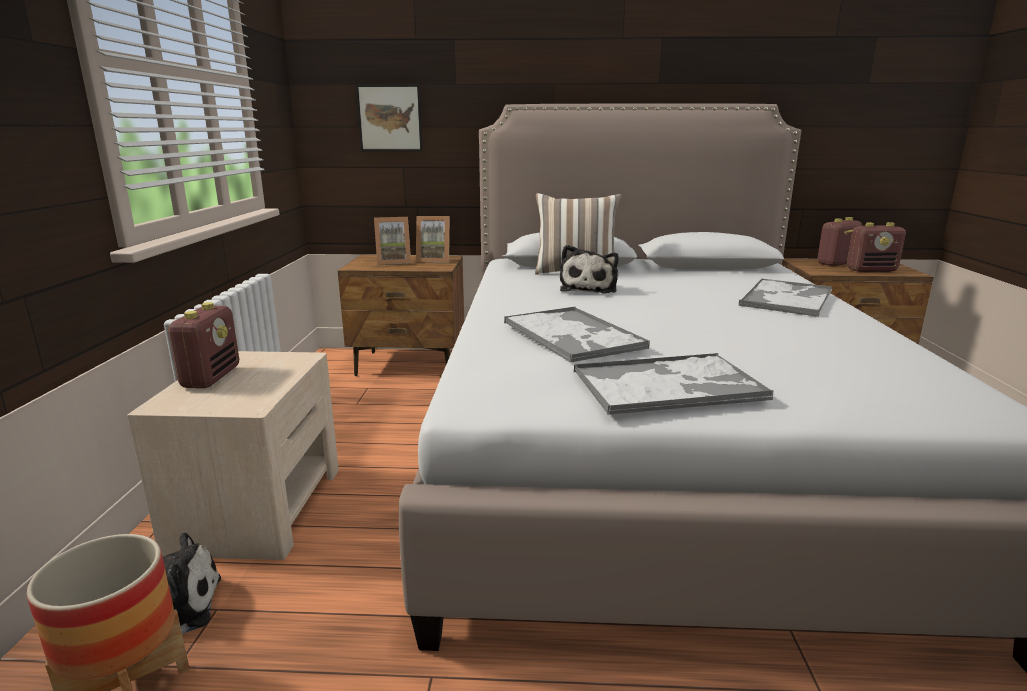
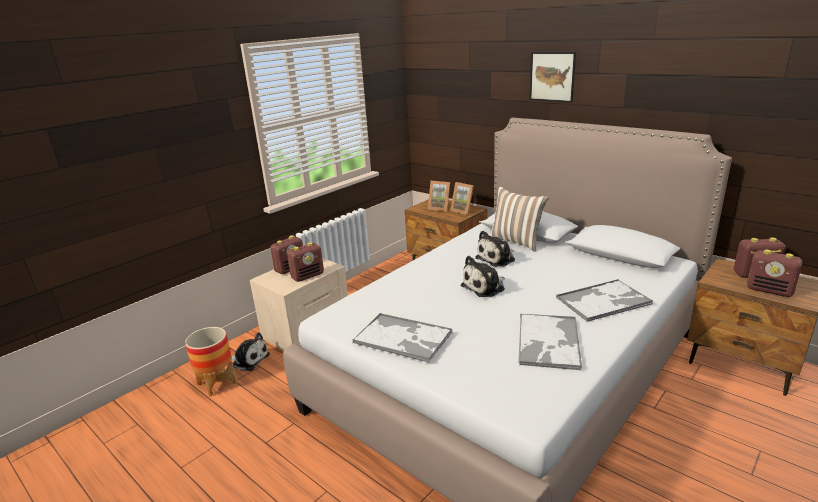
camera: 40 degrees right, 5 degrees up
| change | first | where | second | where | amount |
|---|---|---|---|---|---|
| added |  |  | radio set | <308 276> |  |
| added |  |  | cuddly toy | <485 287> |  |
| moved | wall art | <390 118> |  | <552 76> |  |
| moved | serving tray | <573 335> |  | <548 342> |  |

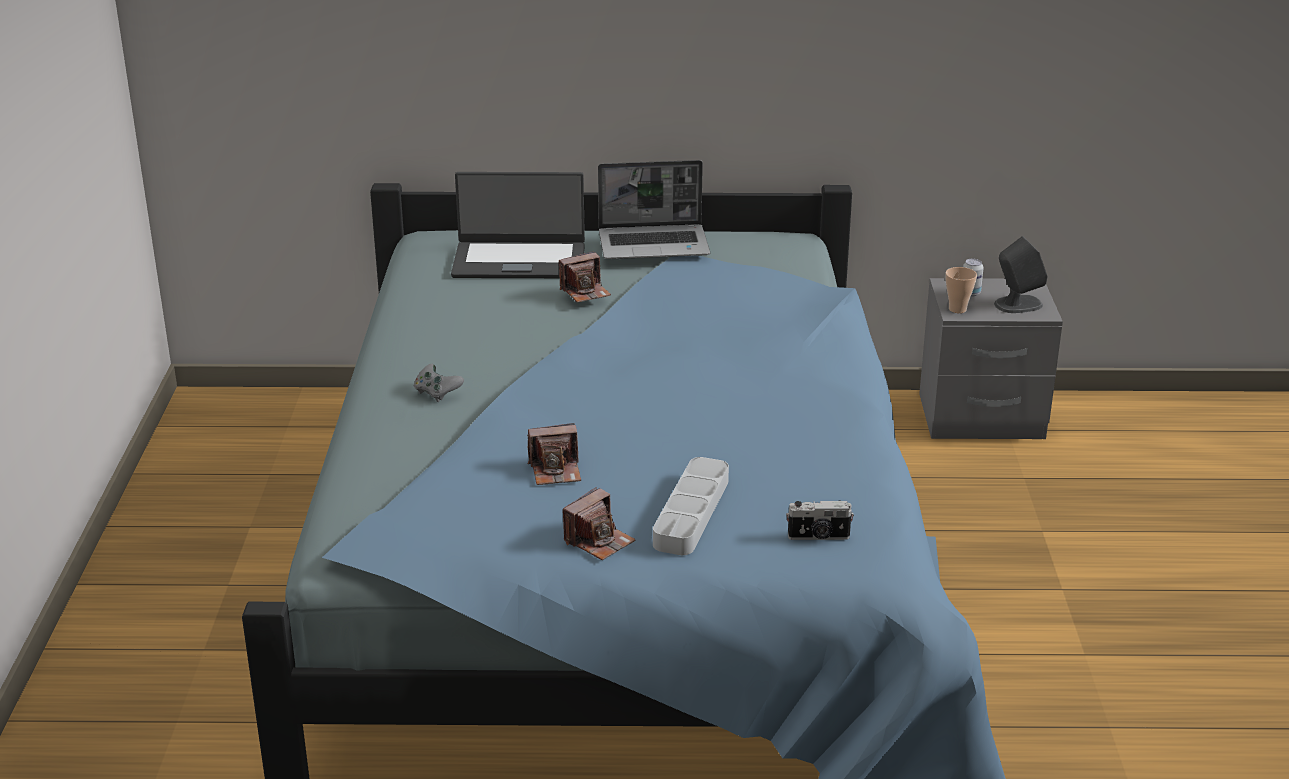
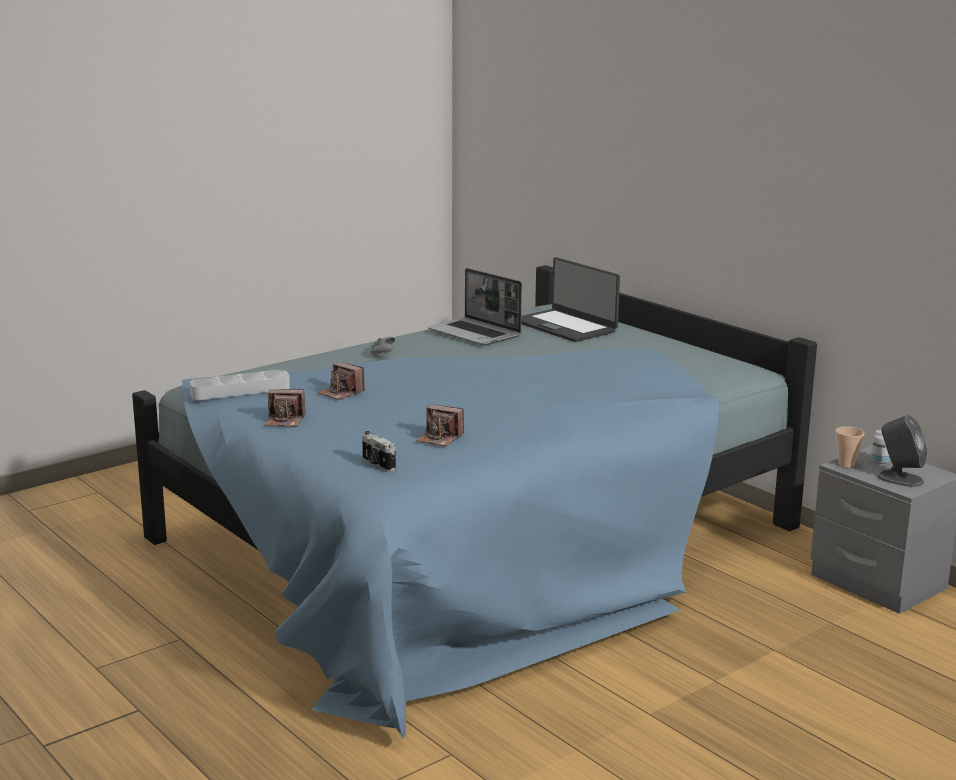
camera: 50 degrees right, 10 degrees down
| change | first | where | second | where | amount |
|---|---|---|---|---|---|
| moved | still camera | <585 292> |  | <440 439> |  |
| moved | notebook computer | <655 244> |  | <476 333> |  |
| moved | serving tray/gray | <691 512> |  | <240 390> |  |

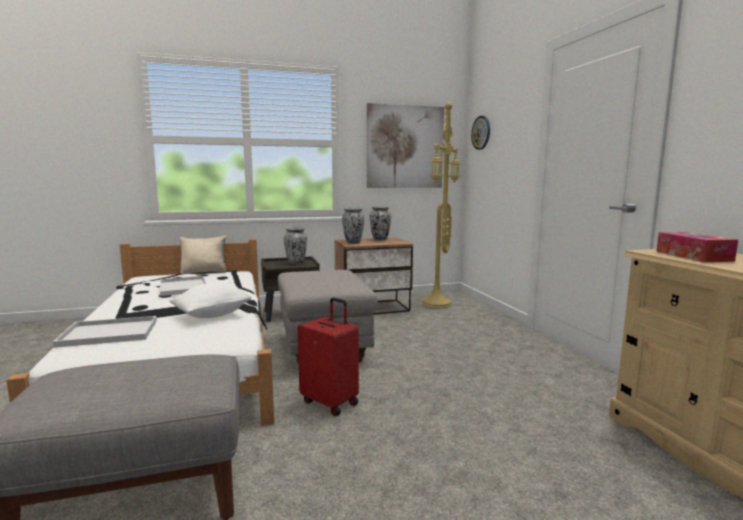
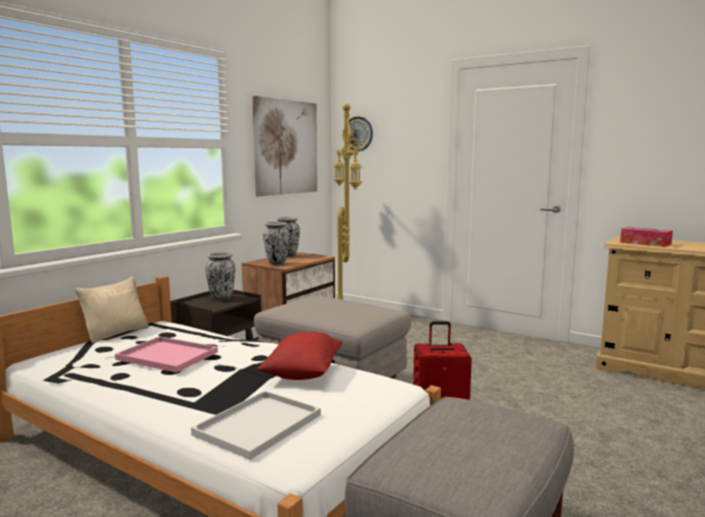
camera: 40 degrees left, 0 degrees up
| change | first | where | second | where | amount |
|---|---|---|---|---|---|
| recoloured | serving tray/white | <184 287> | serving tray/pinkish | <169 355> |  |
| recoloured | pillow/white | <212 315> | pillow/reddish | <302 374> |  |

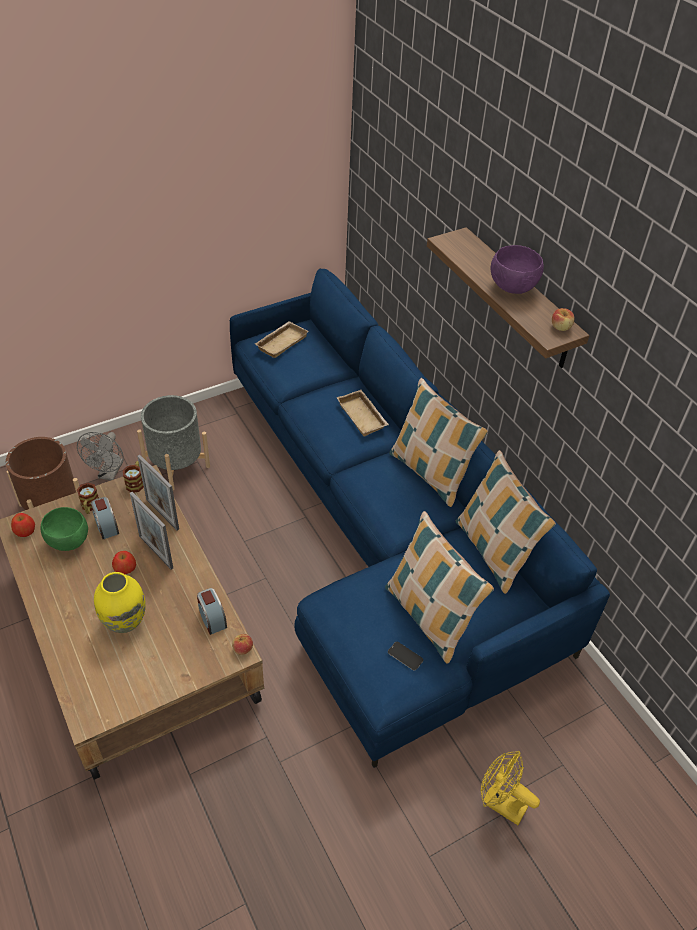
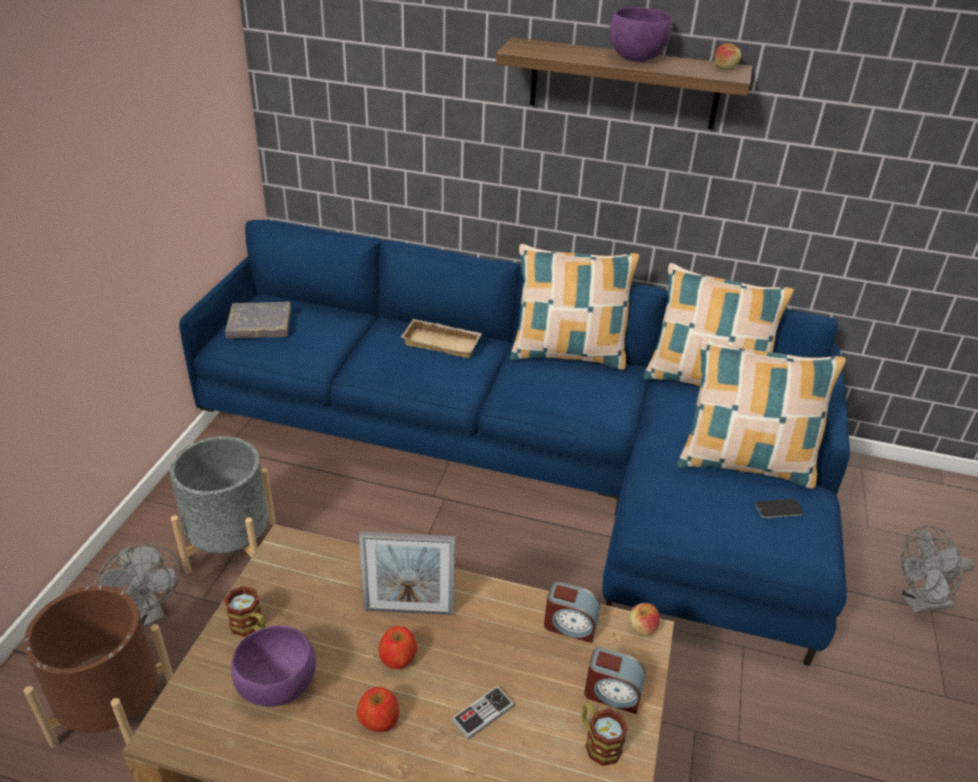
camera: 45 degrees left, 10 degrees down
| change | first | where | second | where | amount |
|---|---|---|---|---|---|
| removed | picture frame | <162 514> |  |  |  |
| moved | apple | <25 530> |  | <379 719> |  |
| moved | table clock | <106 526> |  | <612 693> |  |
| moved | coffee mug | <136 482> |  | <598 742> |  |
| replaced | decorative vase/yellow | <124 621> | gamepad | <483 713> |  |
| replaced | serving tray/sand-coloured | <281 342> | book/gray | <259 324> |  |
| recoloured | deep dish/greenish | <68 542> | deep dish/purple | <279 688> |  |
| recoloured | cooling fan/yellow | <500 803> | cooling fan/gray | <918 603> |  |

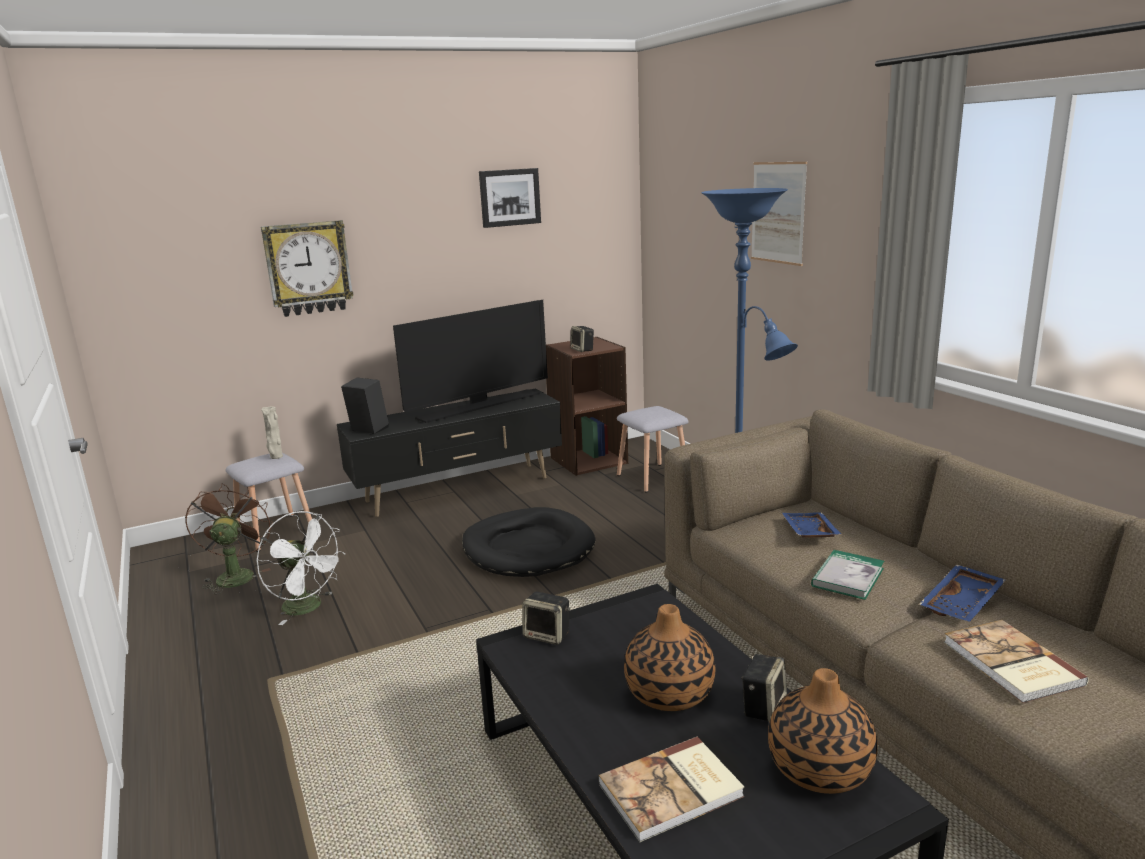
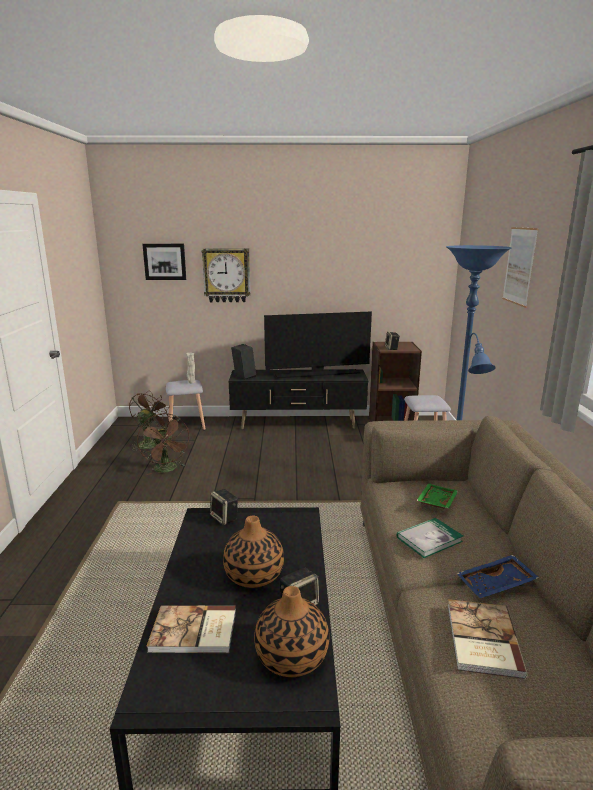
camera: 25 degrees right, 0 degrees up
| change | first | where | second | where | amount |
|---|---|---|---|---|---|
| removed | pet bed/black-coloured | <528 548> |  |  |  |
| moved | wall art | <509 197> |  | <165 261> |  |
| recoloured | cooling fan/white | <308 608> | cooling fan/brown-coloured | <167 470> |  |
| recoloured | serving tray/blue | <808 533> | serving tray/greenish | <436 502> |  |

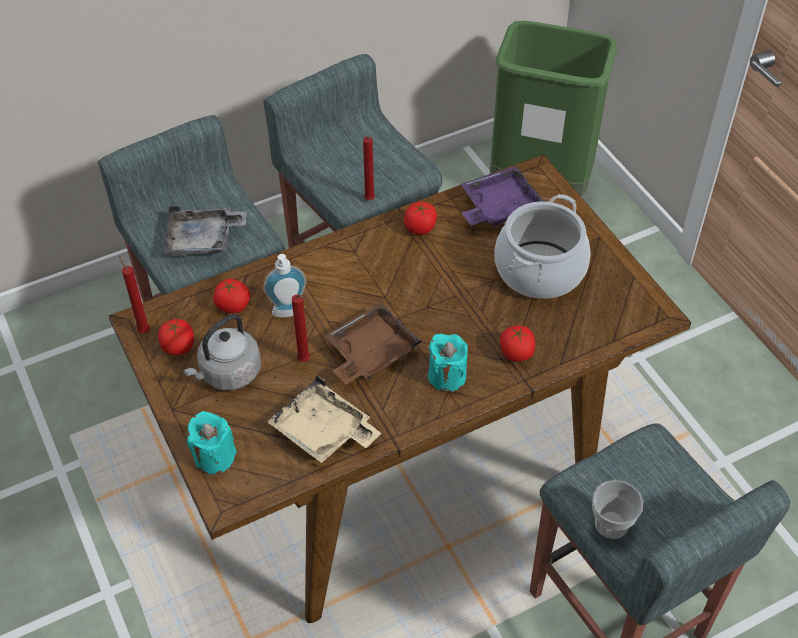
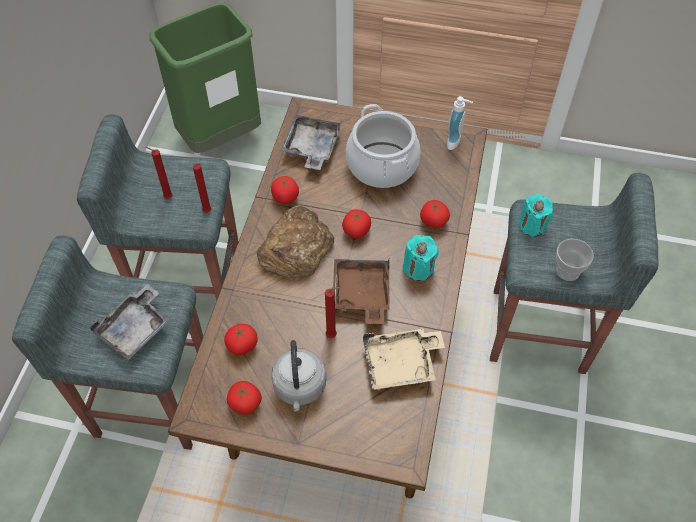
camera: 50 degrees left, 5 degrees up
| change | first | where | second | where | amount |
|---|---|---|---|---|---|
| added |  |  | bread | <296 248> |  |
| added |  |  | fresh tomato | <356 231> |  |
| moved | wax candle/reddish | <143 330> |  | <167 197> |  |
| moved | wax candle/turquoise-coloured | <214 457> |  | <532 225> |  |
| moved | liquid soap bottle | <289 313> |  | <456 142> |  |
| recoloured | serving tray/purple | <498 207> | serving tray/gray | <311 148> |  |

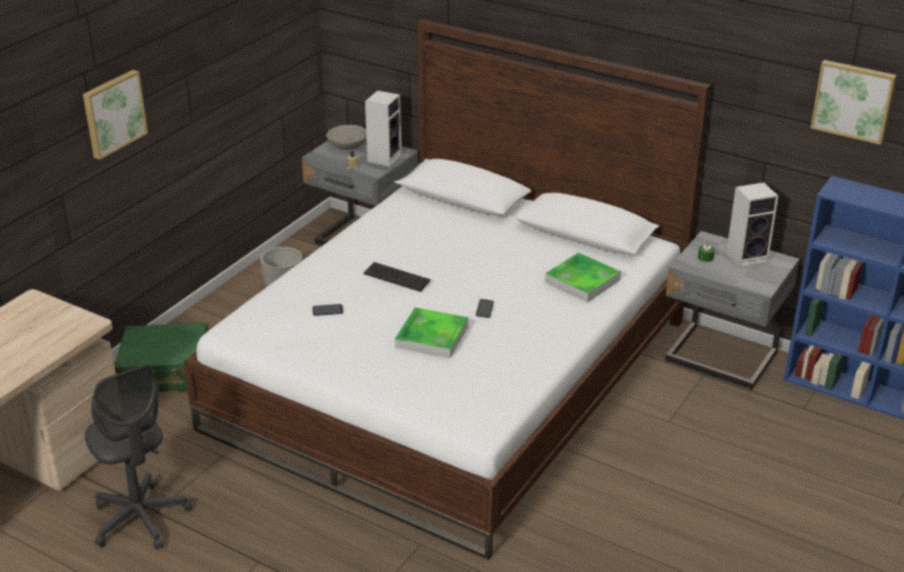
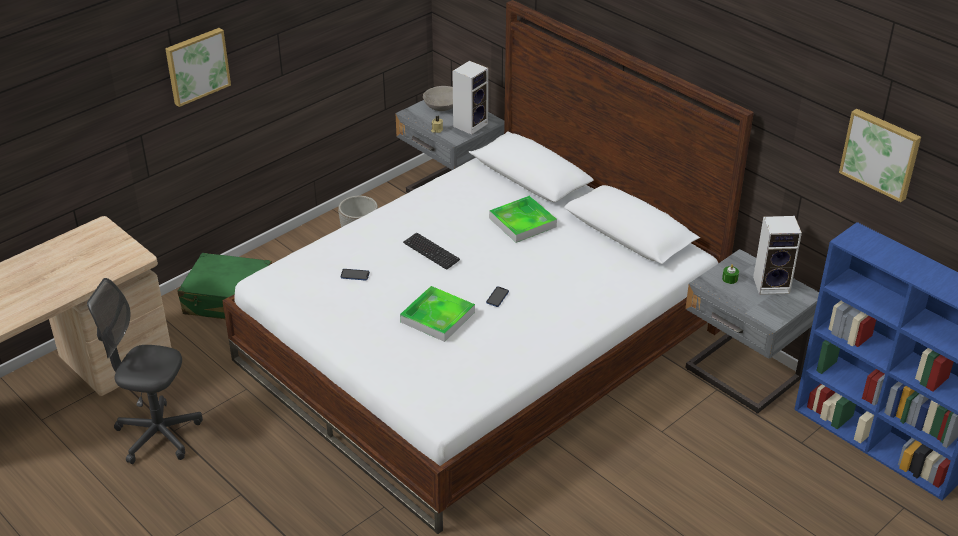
camera: 15 degrees right, 5 degrees up
| change | first | where | second | where | amount |
|---|---|---|---|---|---|
| moved | serving tray | <582 281> |  | <522 222> |  |
| turned | office chair/gray | <140 519> |  | <158 435> | 120 degrees clockwise |

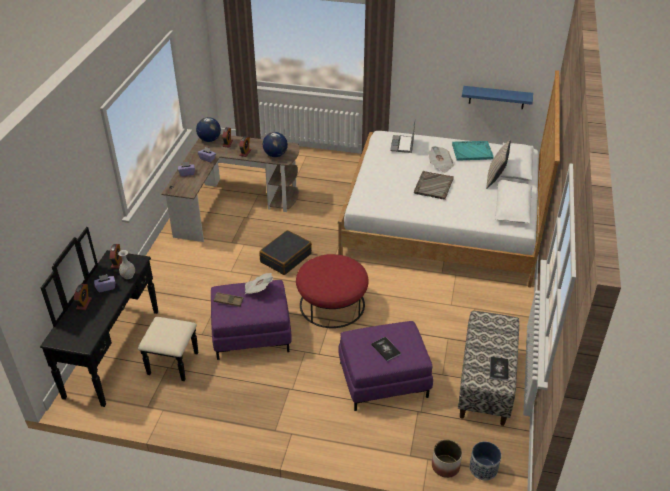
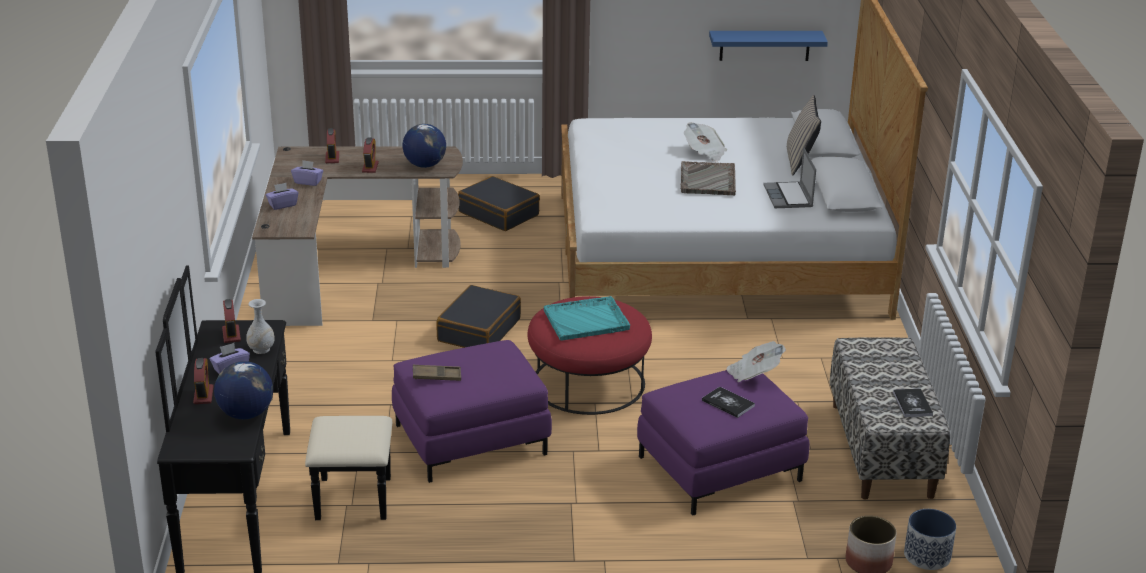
camera: 15 degrees left, 10 degrees down
| change | first | where | second | where | amount |
|---|---|---|---|---|---|
| added |  |  | suitcase/black-coloured | <499 213> |  |
| moved | globe | <209 140> |  | <245 414> |  |
| moved | daily paper | <258 289> |  | <754 374> |  |
| moved | notebook computer | <402 145> |  | <789 197> |  |
| moved | serving tray/turquoise-coloured | <472 151> |  | <587 320> |  |

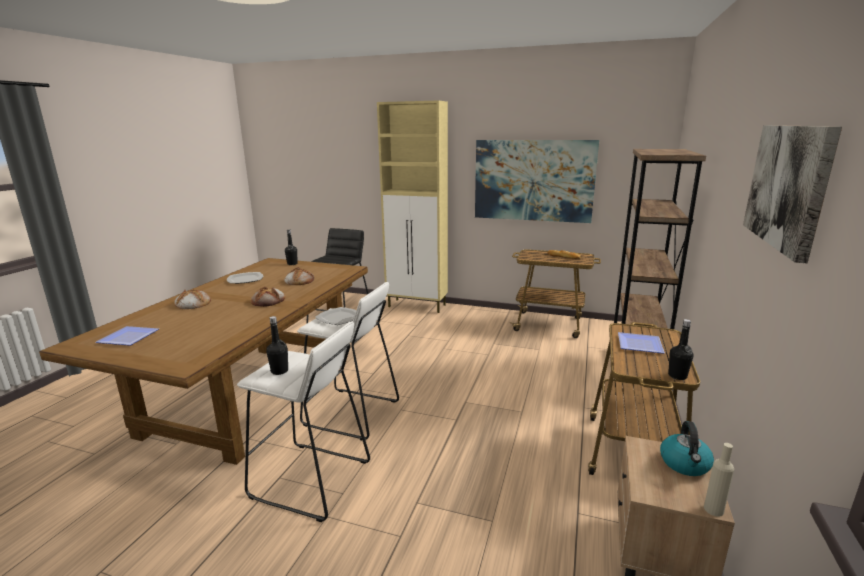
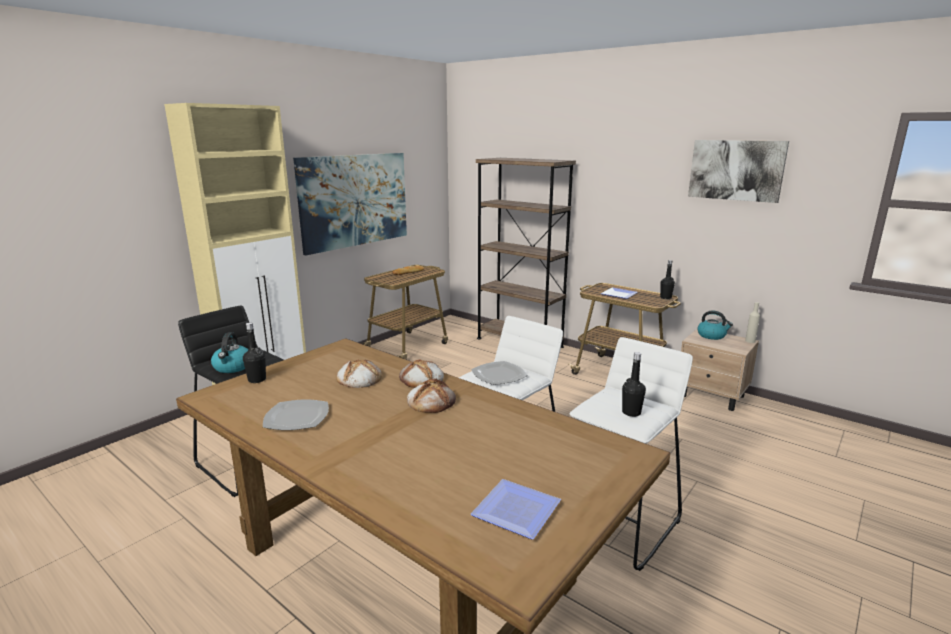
camera: 70 degrees left, 0 degrees up
| change | first | where | second | where | amount |
|---|---|---|---|---|---|
| added |  |  | tea kettle | <233 367> |  |
| moved | bread | <192 303> |  | <421 379> |  |

